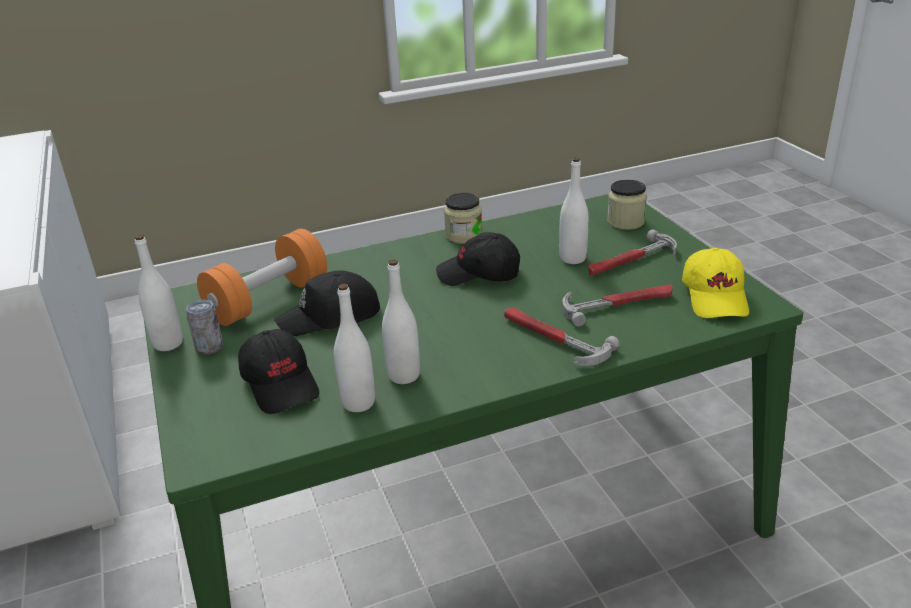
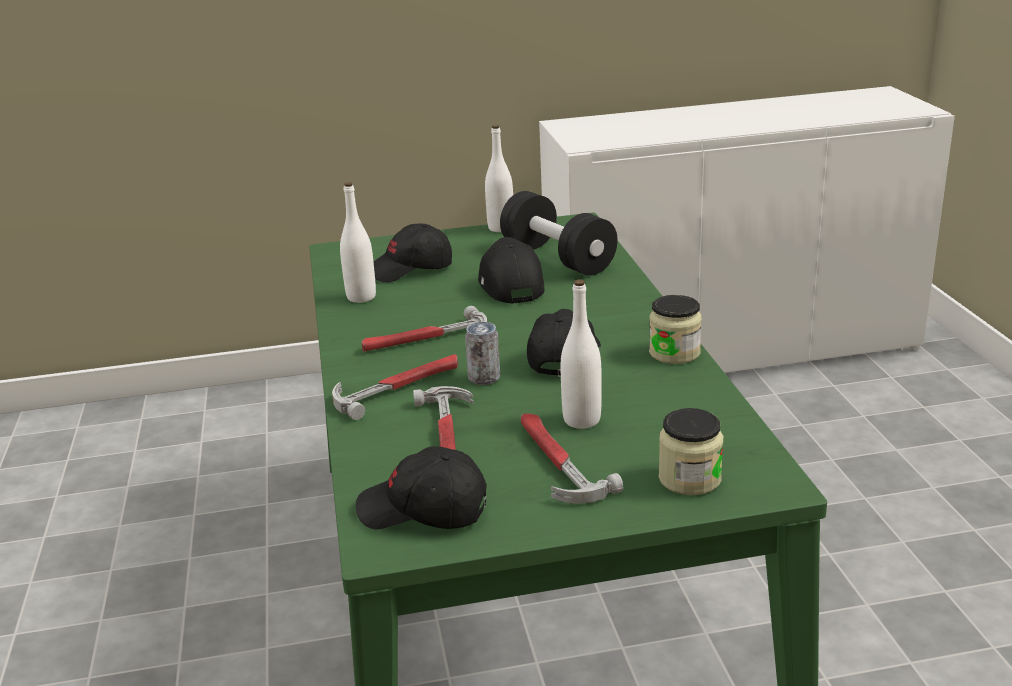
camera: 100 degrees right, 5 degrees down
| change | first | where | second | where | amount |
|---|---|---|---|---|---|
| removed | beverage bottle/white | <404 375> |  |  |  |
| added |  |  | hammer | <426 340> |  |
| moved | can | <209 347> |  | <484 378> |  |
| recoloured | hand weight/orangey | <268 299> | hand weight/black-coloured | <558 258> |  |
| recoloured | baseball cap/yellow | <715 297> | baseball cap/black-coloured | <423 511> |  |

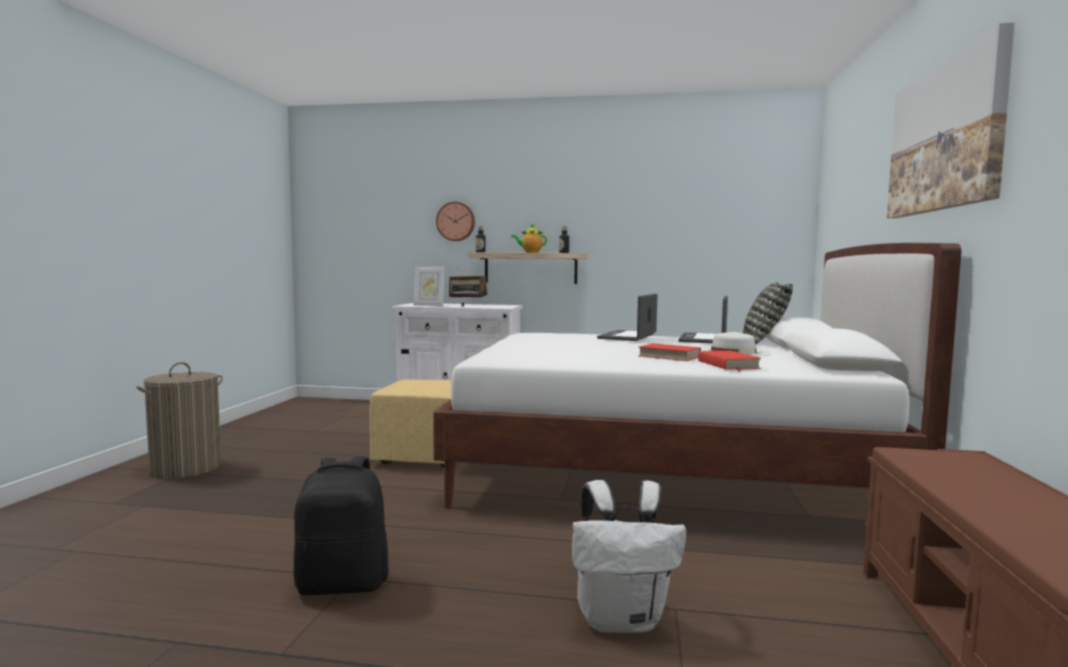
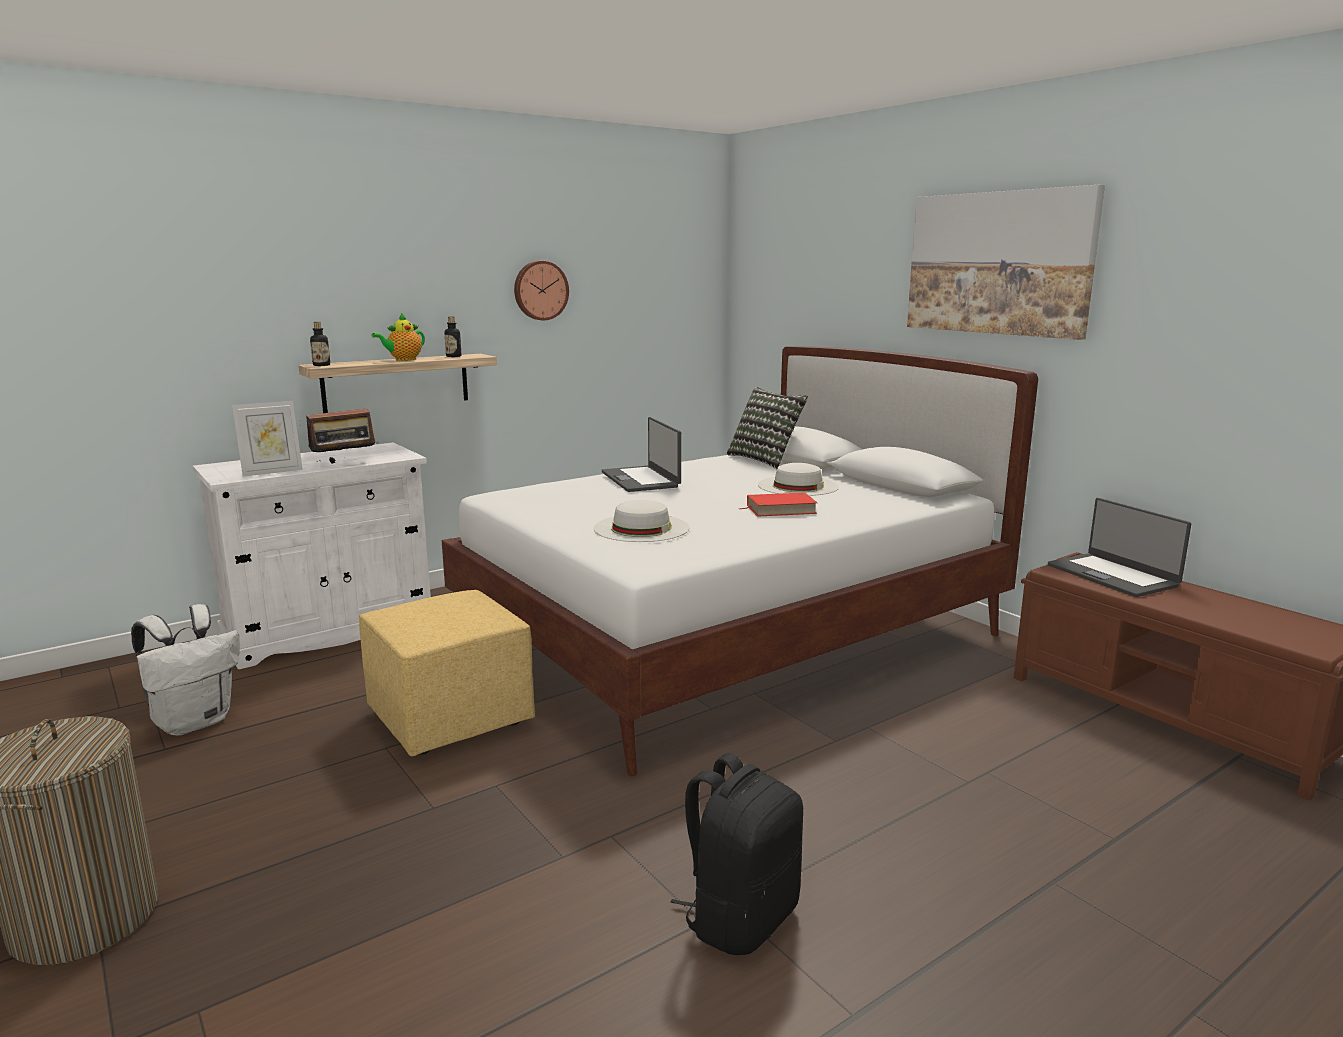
camera: 45 degrees left, 10 degrees up
| change | first | where | second | where | amount |
|---|---|---|---|---|---|
| removed | book/reddish | <728 365> |  |  |  |
| added |  |  | wearable hat/white | <641 528> |  |
| moved | hanging clock | <456 221> |  | <540 290> |  |
| moved | backpack/white | <622 619> |  | <195 722> |  |
| moved | notebook computer | <704 339> |  | <1113 575> |  |

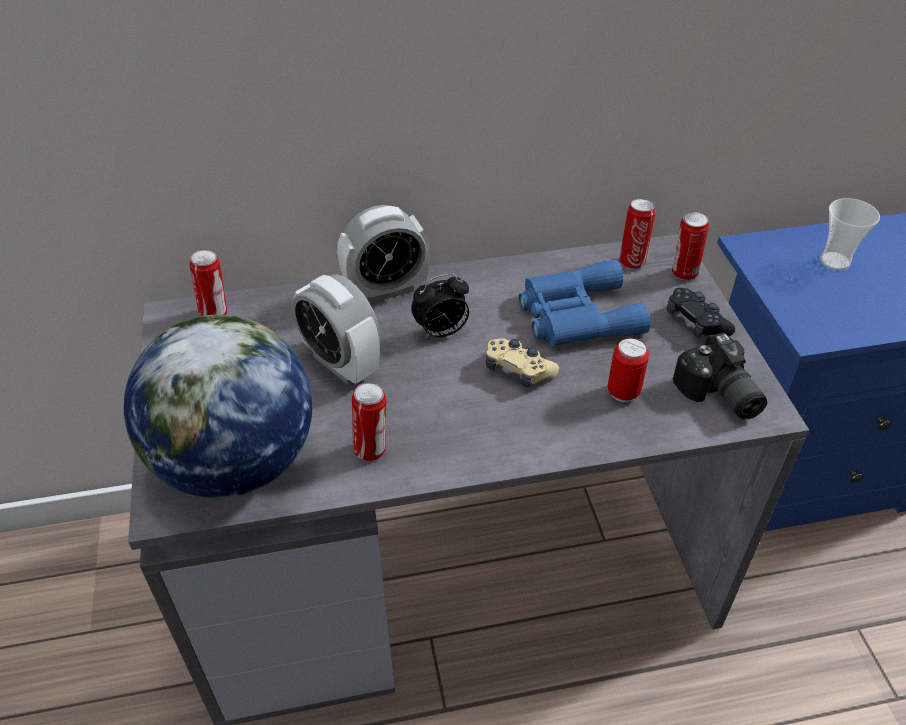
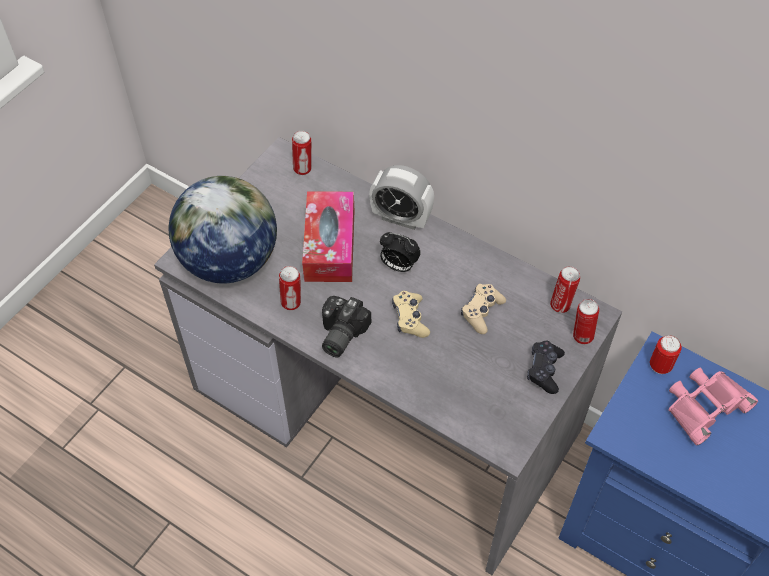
camera: 45 degrees right, 10 degrees up
| change | first | where | second | where | amount |
|---|---|---|---|---|---|
| moved | can | <623 392> |  | <660 366> |  |
| moved | still camera | <718 396> |  | <339 334> |  |
| replaced | table clock | <341 363> | box of tissues | <330 245> |  |
| replaced | binoculars/blue | <575 315> | gamepad/sand-coloured | <482 312> |  |
| replaced | cup | <835 261> | binoculars/pinkish | <704 406> |  |

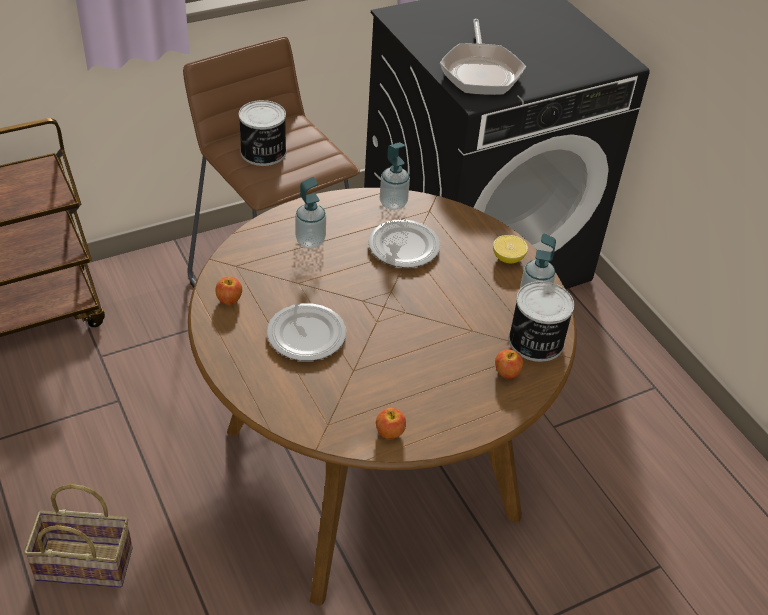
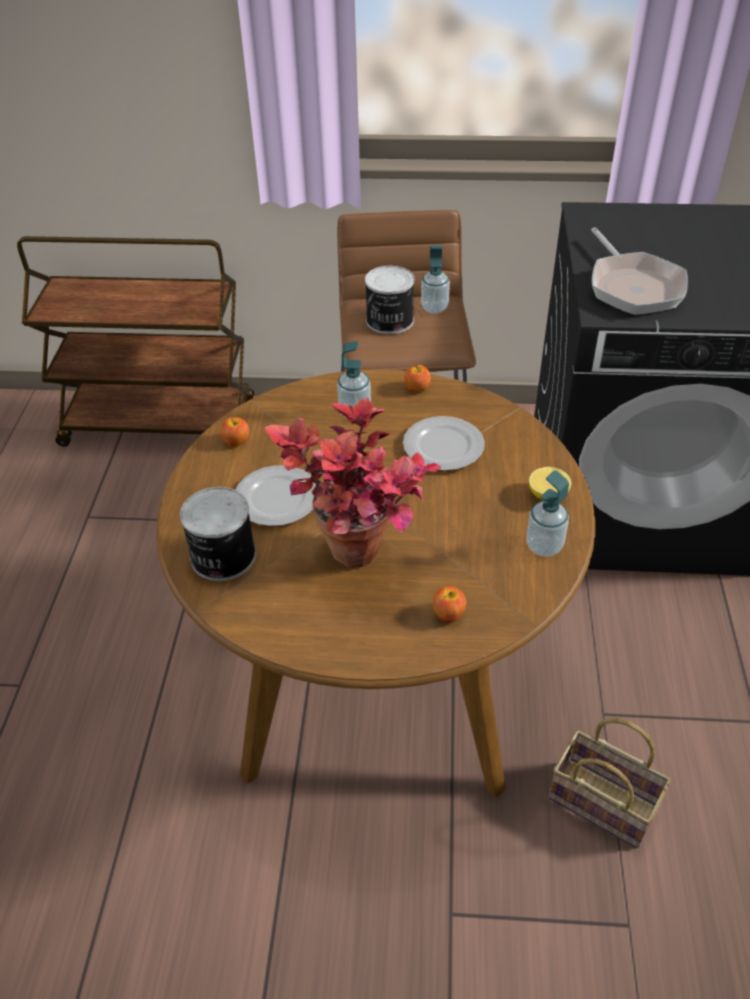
camera: 35 degrees right, 0 degrees up
| change | first | where | second | where | amount |
|---|---|---|---|---|---|
| added |  |  | plant in a pot | <361 565> |  |
| moved | basket | <87 562> |  | <605 802> |  |
| moved | apple | <390 432> |  | <417 388> |  |
| moved | liquid soap bottle | <393 203> |  | <434 308> |  |
| moved | can | <535 342> |  | <221 557> |  |
| turned | pan | <481 72> |  | <633 286> | 45 degrees counterclockwise |

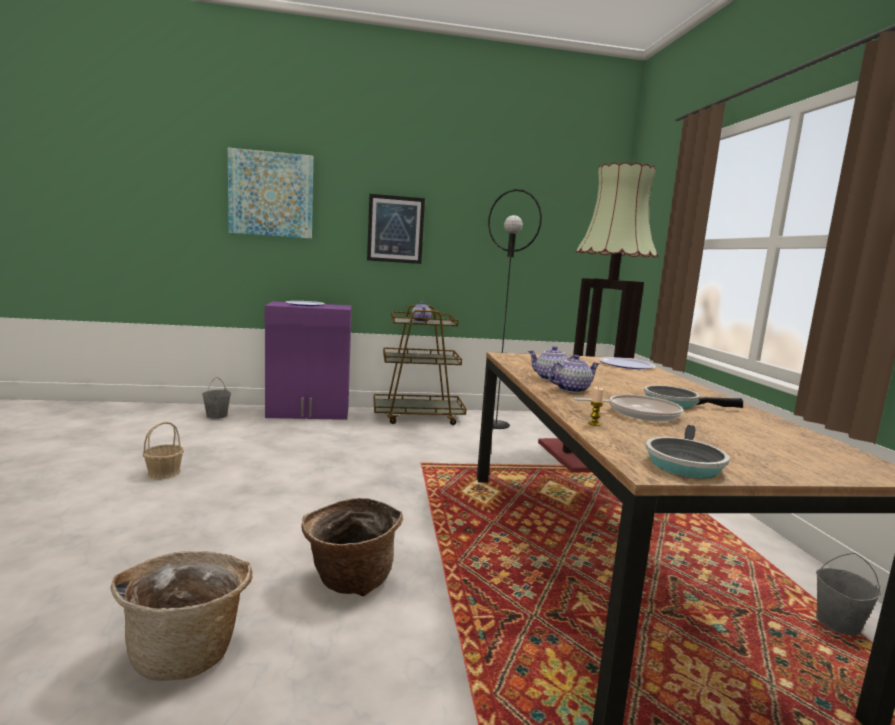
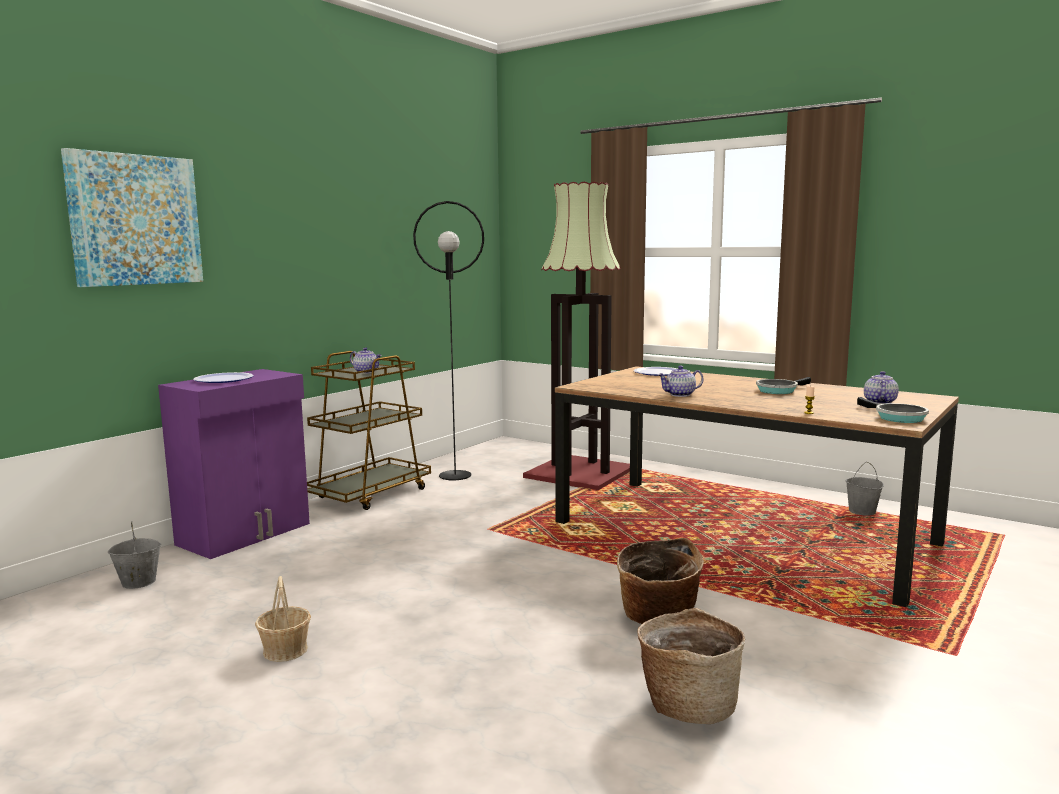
camera: 45 degrees left, 0 degrees up
| change | first | where | second | where | amount |
|---|---|---|---|---|---|
| removed | wall art | <395 229> |  |  |  |
| removed | pan | <638 413> |  |  |  |
| moved | tea pot | <571 389> |  | <879 402> |  |

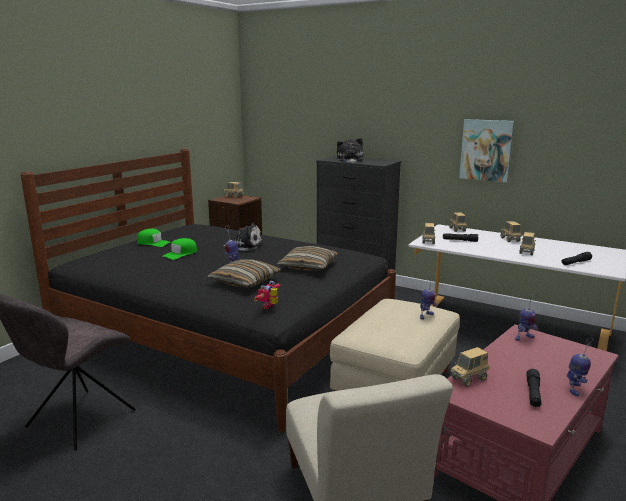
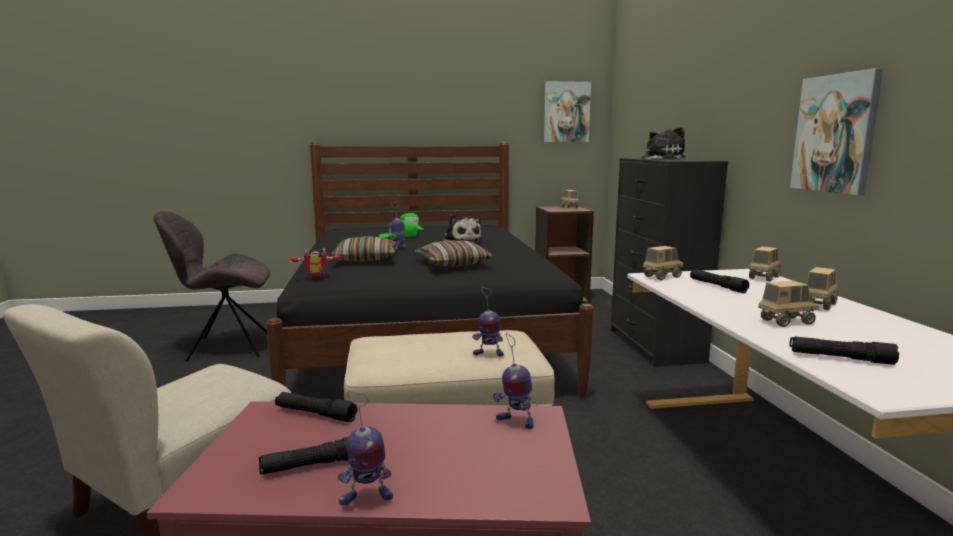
camera: 50 degrees right, 5 degrees down
| change | first | where | second | where | amount |
|---|---|---|---|---|---|
| added |  |  | wall art | <566 112> |  |
| replaced | model truck | <469 379> | torch/black-coloured | <315 414> |  |

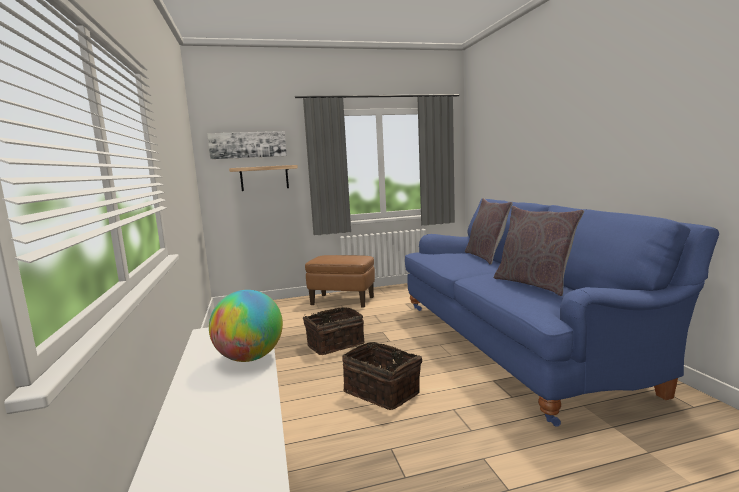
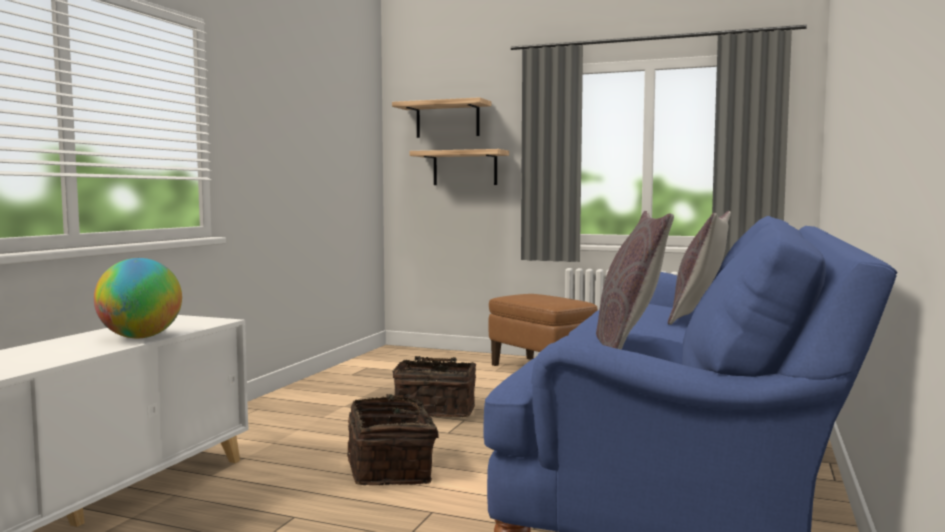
camera: 35 degrees right, 5 degrees down
| change | first | where | second | where | amount |
|---|---|---|---|---|---|
| replaced | wall art | <248 145> | wall shelf | <447 120> |  |

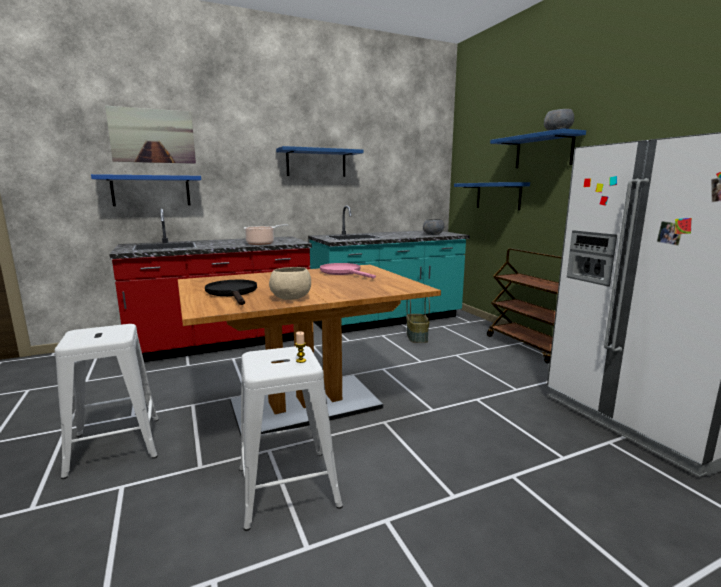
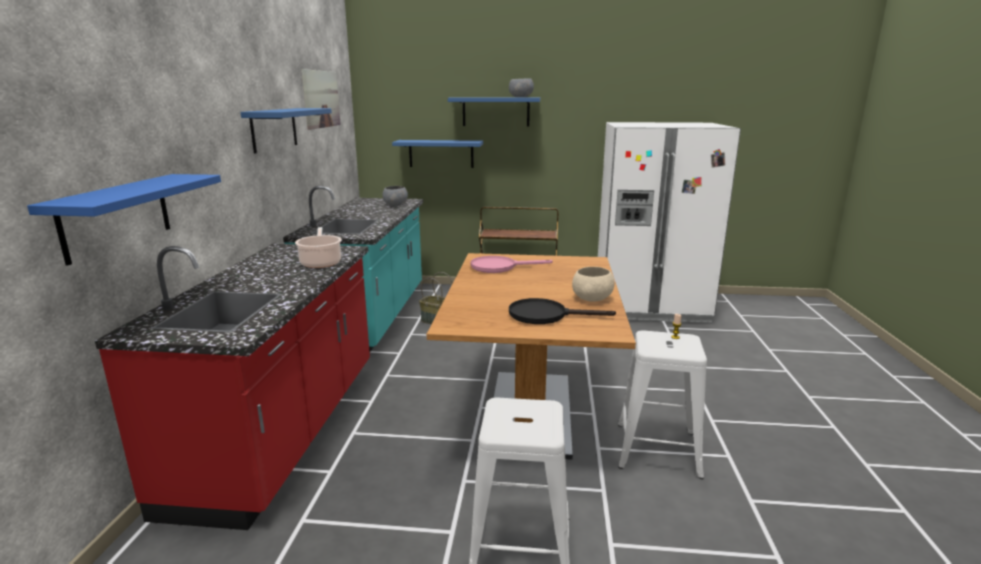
camera: 60 degrees left, 5 degrees up
| change | first | where | second | where | amount |
|---|---|---|---|---|---|
| moved | wall art | <152 136> |  | <321 99> |  |

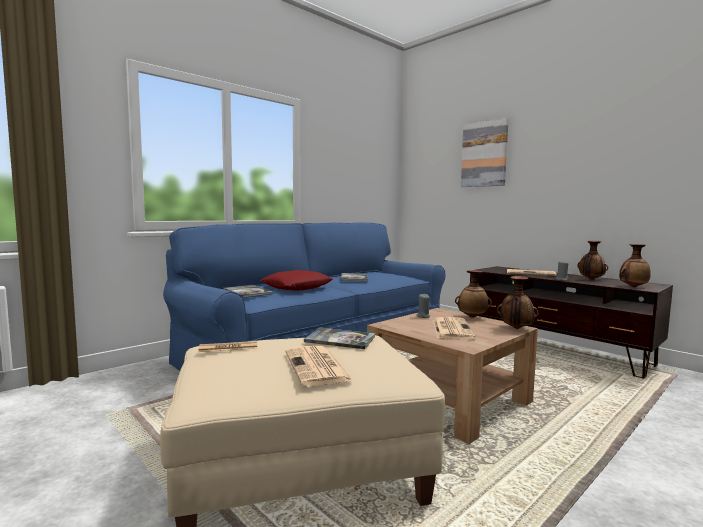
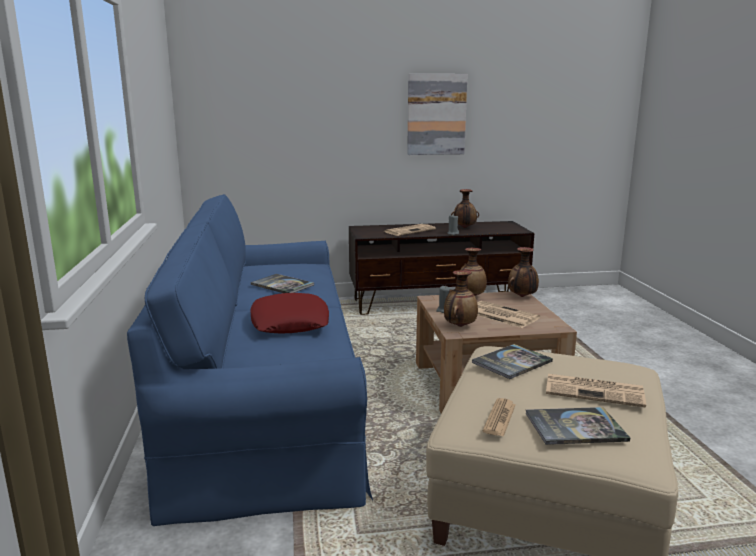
camera: 55 degrees left, 10 degrees up
| change | first | where | second | where | amount |
|---|---|---|---|---|---|
| moved | book | <248 292> |  | <575 427> |  |
| moved | wall art | <484 154> |  | <436 114> |  |
| moved | decorative vase | <633 287> |  | <459 326> |  |

